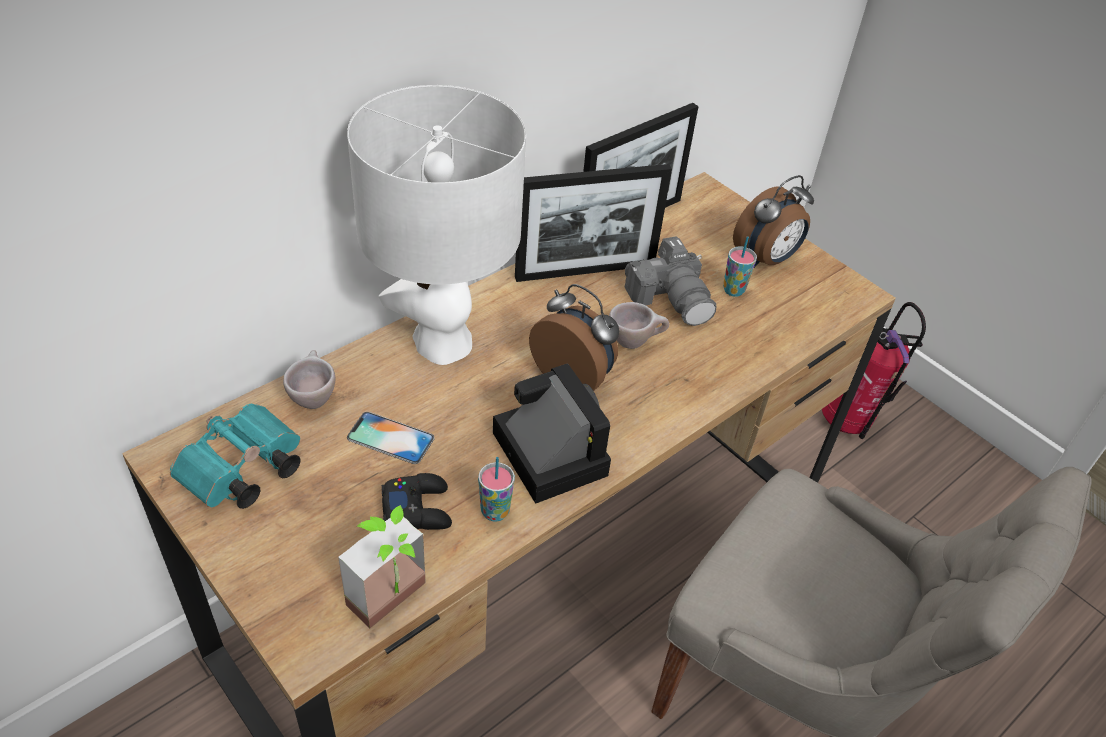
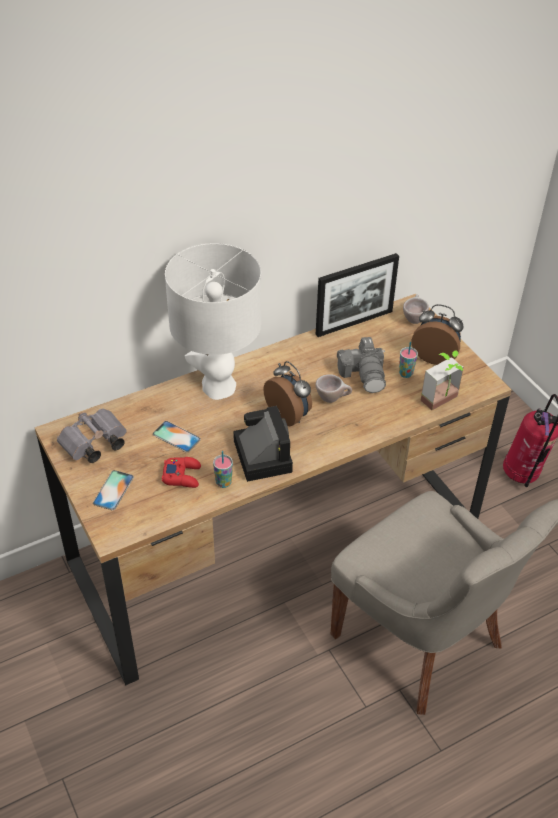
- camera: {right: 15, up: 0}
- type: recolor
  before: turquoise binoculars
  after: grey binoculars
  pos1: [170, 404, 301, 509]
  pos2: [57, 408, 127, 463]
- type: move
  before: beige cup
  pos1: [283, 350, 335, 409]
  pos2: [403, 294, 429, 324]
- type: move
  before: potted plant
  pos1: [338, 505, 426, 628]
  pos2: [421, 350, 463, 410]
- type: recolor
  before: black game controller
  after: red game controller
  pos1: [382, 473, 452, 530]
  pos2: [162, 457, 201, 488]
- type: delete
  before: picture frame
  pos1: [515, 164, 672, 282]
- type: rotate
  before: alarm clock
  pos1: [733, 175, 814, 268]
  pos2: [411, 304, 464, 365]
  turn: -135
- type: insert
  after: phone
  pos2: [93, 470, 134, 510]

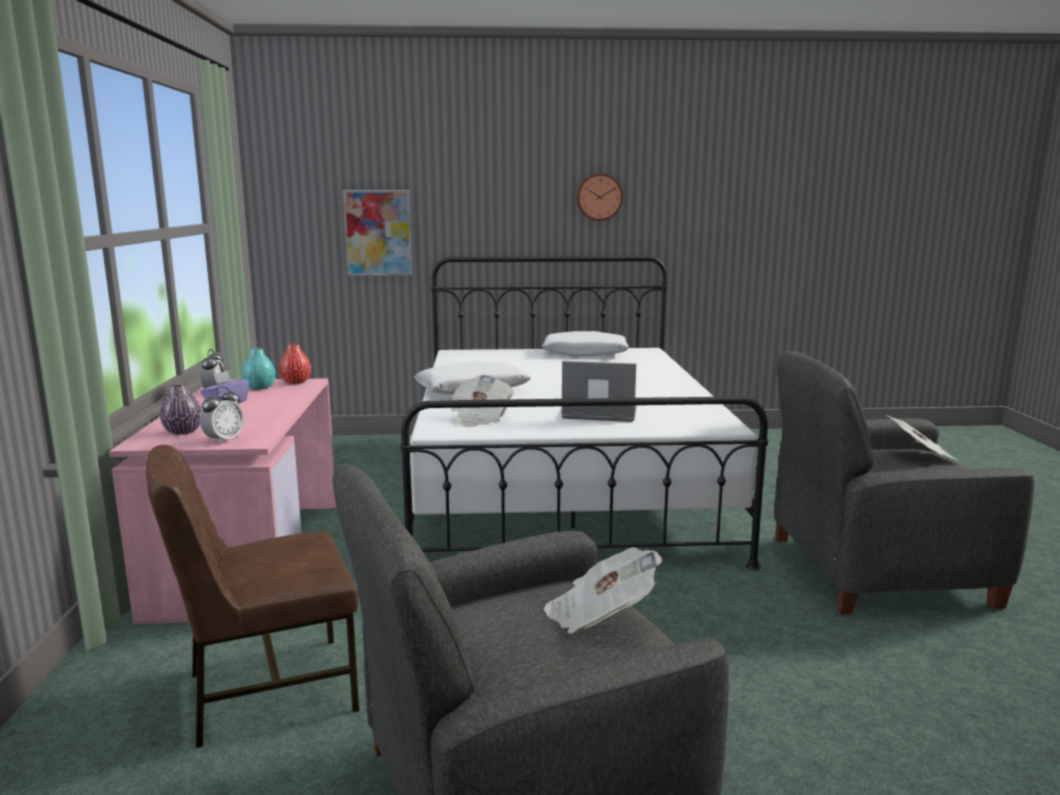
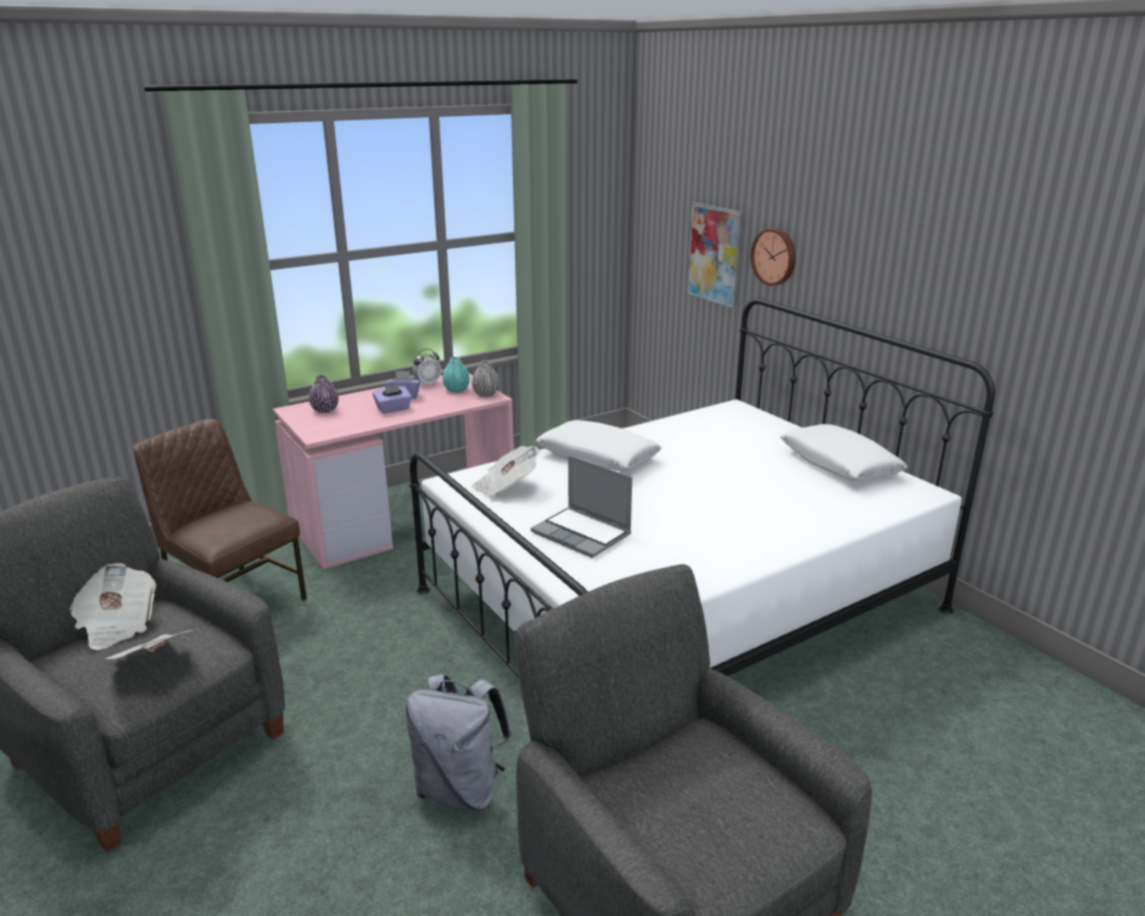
- camera: {right: 60, up: 10}
- type: delete
  before: alarm clock
  pos1: [200, 387, 244, 444]
- type: recolor
  before: red vase
  after: grey vase
  pos1: [279, 344, 311, 384]
  pos2: [472, 360, 499, 397]
- type: rotate
  before: laptop
  pos1: [561, 361, 637, 422]
  pos2: [531, 455, 632, 558]
  turn: 150
- type: move
  before: wall clock
  pos1: [577, 173, 623, 221]
  pos2: [751, 228, 796, 286]
- type: move
  before: newspaper
  pos1: [886, 415, 961, 462]
  pos2: [70, 563, 156, 650]
- type: insert
  after: purple tissue box
  pos2: [373, 384, 412, 413]
- type: insert
  after: grey backpack
  pos2: [405, 674, 512, 810]

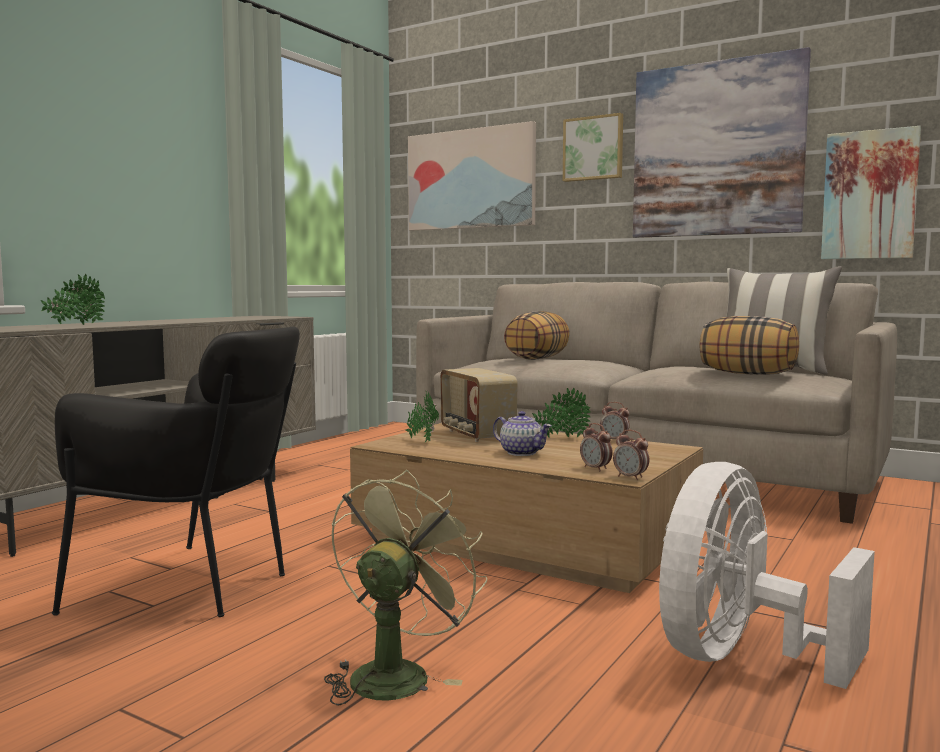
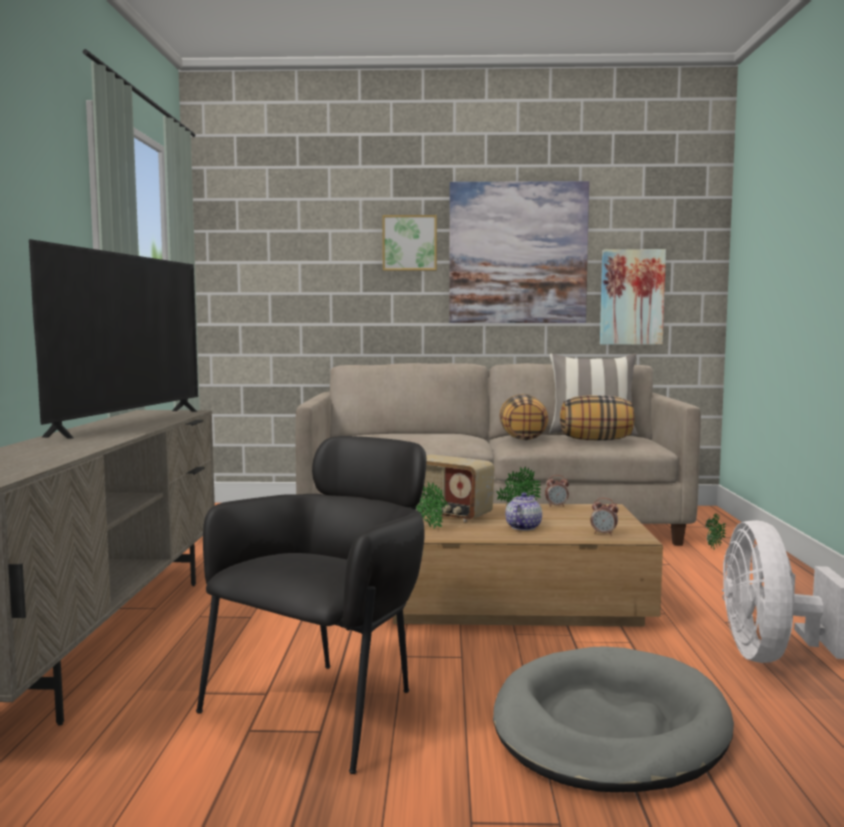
- camera: {right: -30, up: 0}
- type: move
  before: potted plant
  pos1: [41, 274, 105, 325]
  pos2: [705, 512, 726, 549]
- type: rotate
  before: black armchair
  pos1: [52, 326, 300, 617]
  pos2: [196, 436, 426, 774]
  turn: -45
- type: replace
  before: green fan
  after: grey dog bed
  pos1: [324, 470, 488, 705]
  pos2: [493, 646, 734, 792]
- type: delete
  before: picture
  pos1: [408, 121, 536, 231]
- type: rotate
  before: teapot
  pos1: [493, 411, 552, 456]
  pos2: [505, 492, 542, 531]
  turn: -75
- type: move
  before: pillow
  pos1: [504, 311, 570, 360]
  pos2: [499, 394, 548, 440]
- type: delete
  before: alarm clock
  pos1: [613, 430, 649, 480]
- type: insert
  after: television
  pos2: [29, 239, 198, 439]

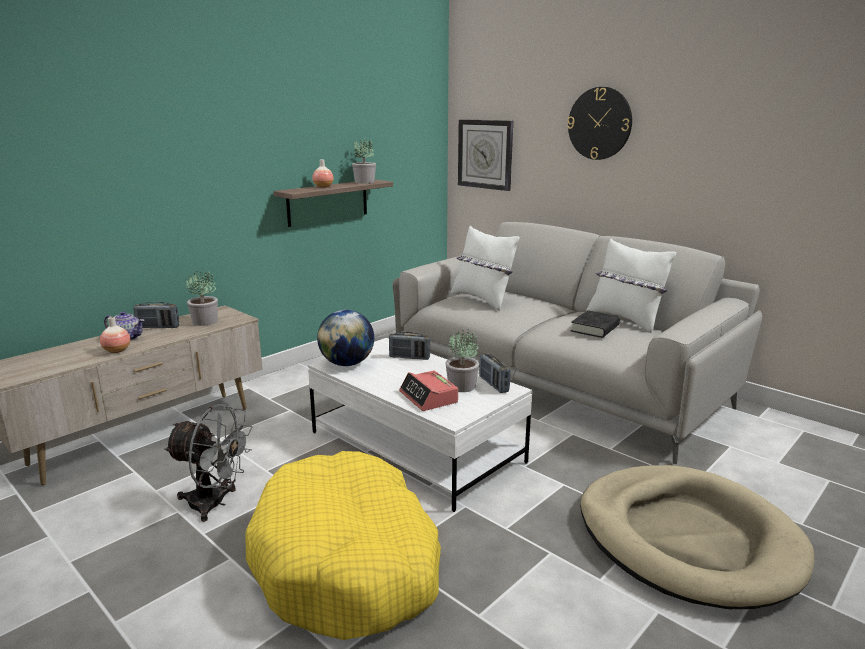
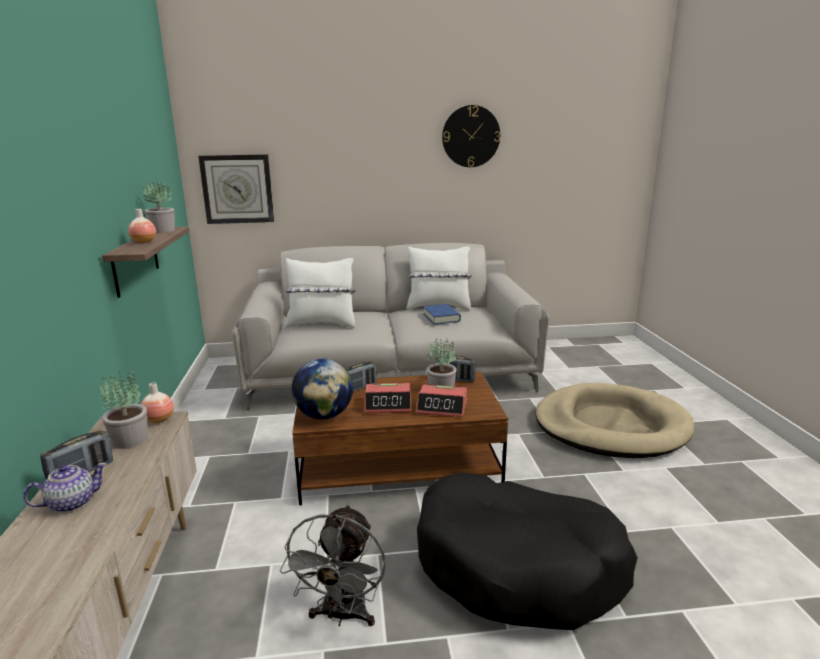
- camera: {right: -50, up: 0}
- type: move
  before: vase
  pos1: [100, 317, 130, 353]
  pos2: [141, 383, 174, 423]
- type: rotate
  before: grey fan
  pos1: [164, 404, 252, 522]
  pos2: [280, 504, 386, 626]
  turn: 135
- type: recolor
  before: yellow dog bed
  after: black dog bed
  pos1: [245, 451, 441, 640]
  pos2: [417, 473, 638, 630]
- type: recolor
  before: white coffee table
  after: brown coffee table
  pos1: [308, 338, 532, 512]
  pos2: [292, 372, 508, 505]
- type: move
  before: wall clock
  pos1: [567, 87, 632, 160]
  pos2: [442, 105, 500, 167]
- type: recolor
  before: black book
  after: blue book
  pos1: [571, 310, 620, 338]
  pos2: [423, 304, 461, 325]
- type: insert
  after: alarm clock
  pos2: [365, 383, 411, 413]

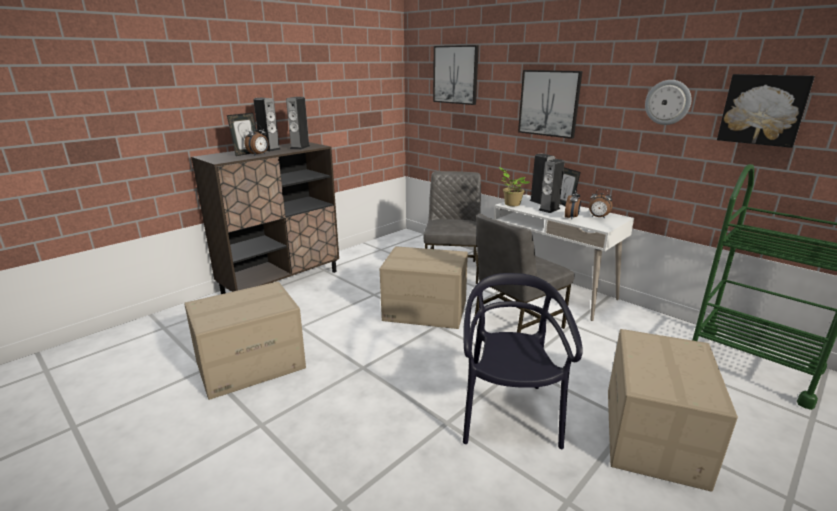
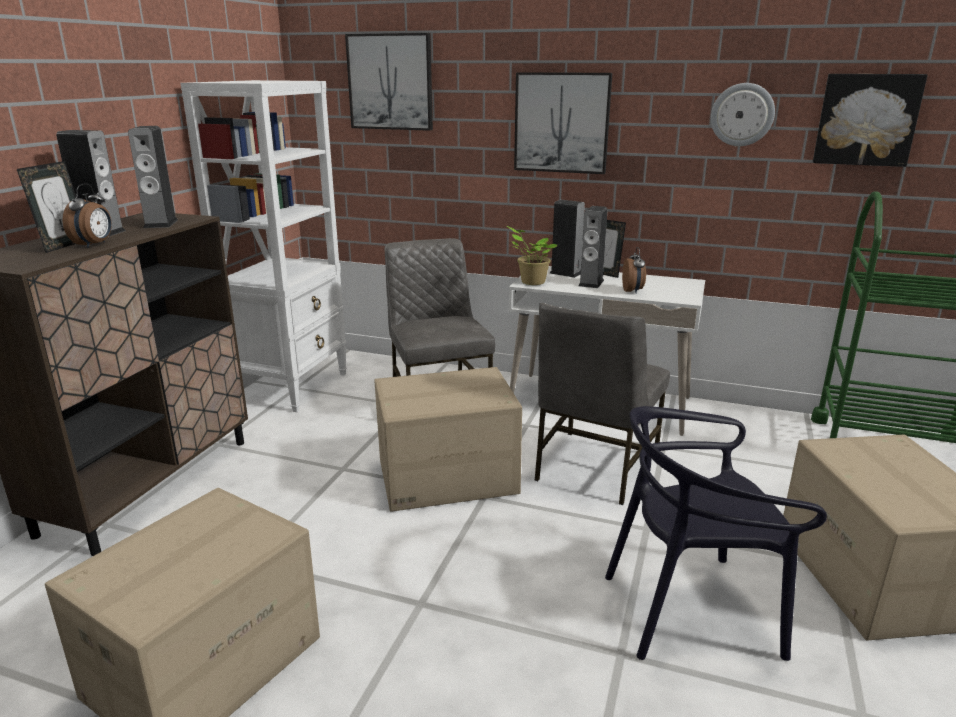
- camera: {right: -25, up: 0}
- type: rotate
  before: black chair
  pos1: [463, 273, 583, 449]
  pos2: [605, 406, 827, 661]
  turn: -75
- type: delete
  before: alarm clock
  pos1: [589, 189, 613, 219]
- type: insert
  after: white bookcase
  pos2: [181, 80, 347, 412]

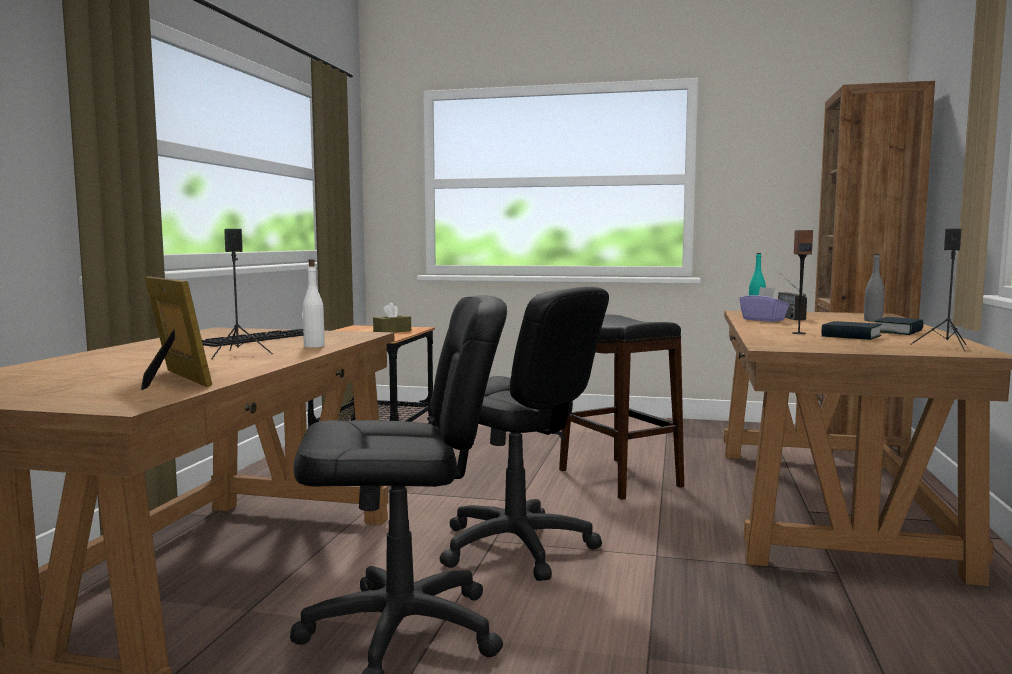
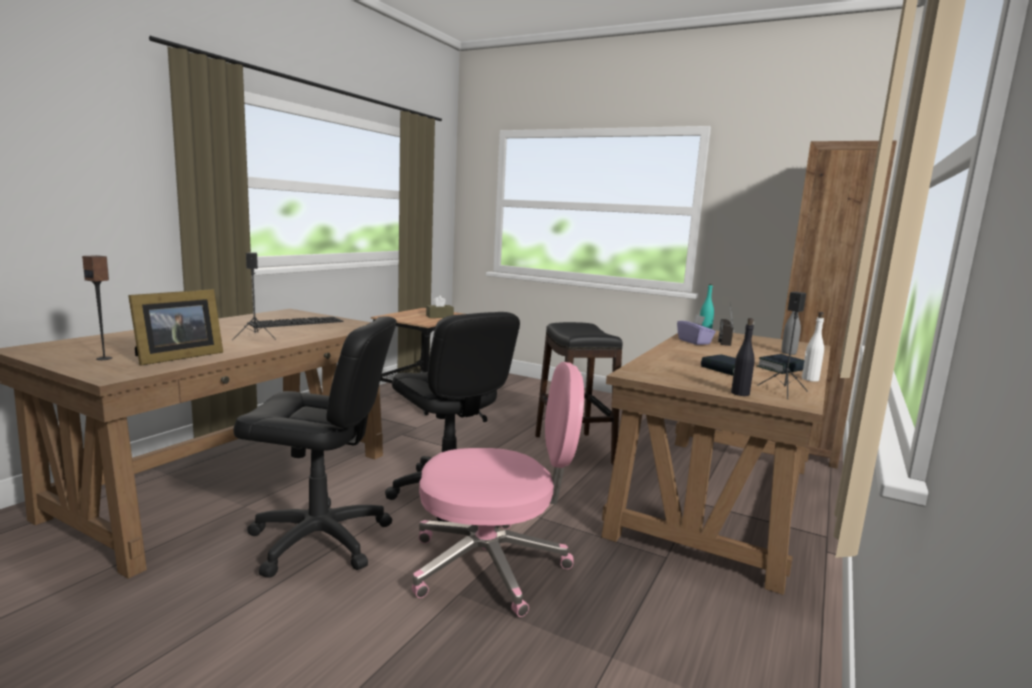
- camera: {right: 15, up: 5}
- type: rotate
  before: picture frame
  pos1: [141, 276, 212, 390]
  pos2: [128, 289, 223, 366]
  turn: 60
- type: move
  before: white bottle
  pos1: [302, 259, 325, 348]
  pos2: [802, 312, 824, 382]
- type: move
  before: speaker
  pos1: [792, 230, 813, 334]
  pos2: [82, 255, 112, 360]
- type: insert
  after: pink office chair
  pos2: [412, 362, 584, 617]
- type: insert
  after: black bottle
  pos2: [731, 318, 755, 396]

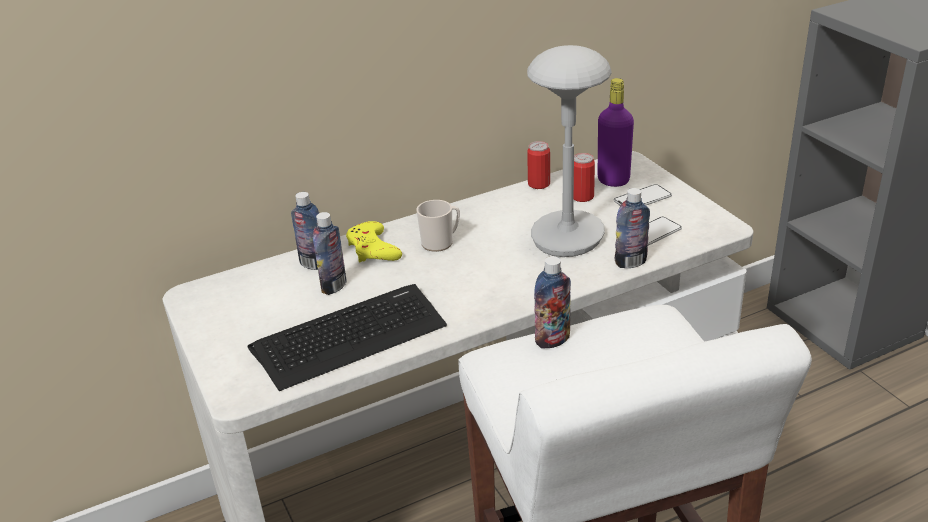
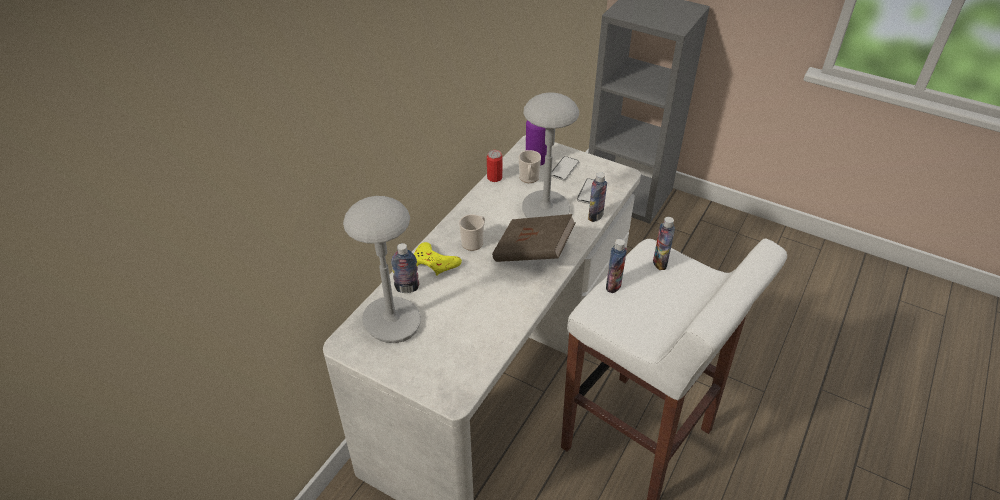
- camera: {right: -35, up: 10}
- type: delete
  before: keyboard
  pos1: [248, 284, 447, 391]
- type: move
  before: bottle
  pos1: [313, 212, 347, 295]
  pos2: [653, 217, 675, 270]
- type: replace
  before: can
  after: mug
  pos1: [574, 153, 595, 202]
  pos2: [519, 150, 541, 183]
- type: insert
  after: grey table lamp
  pos2: [343, 196, 421, 343]
- type: insert
  after: brown book
  pos2: [492, 214, 576, 262]

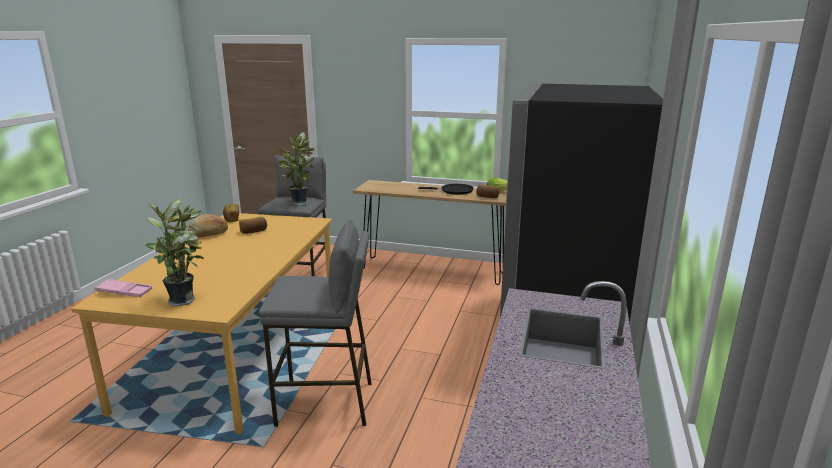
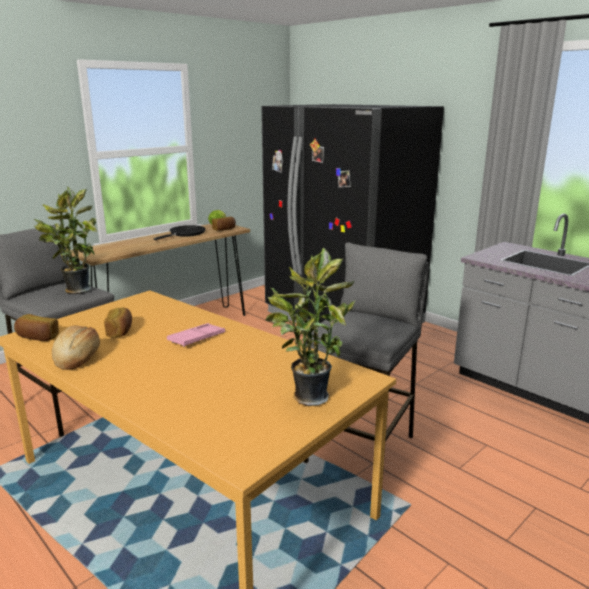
- camera: {right: -60, up: 0}
- type: move
  before: pink tray
  pos1: [94, 279, 152, 297]
  pos2: [167, 323, 225, 347]

